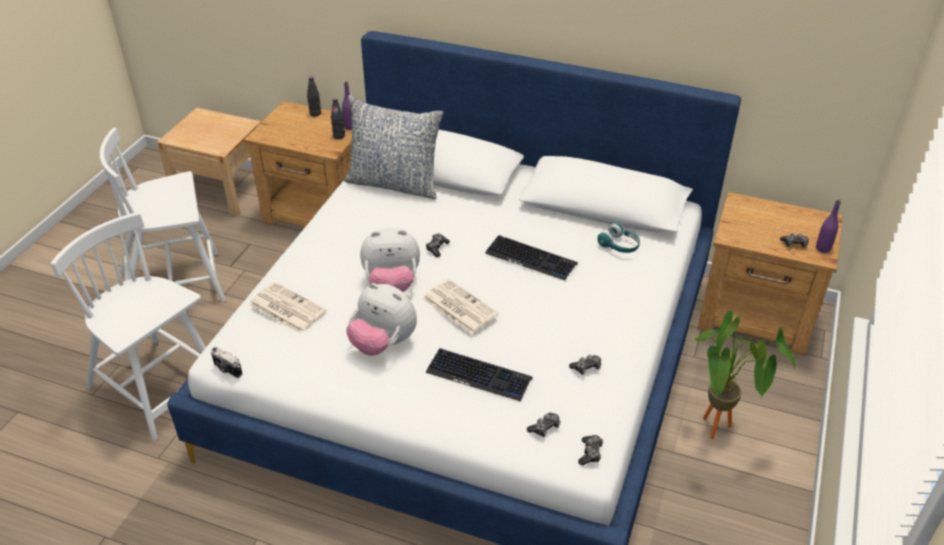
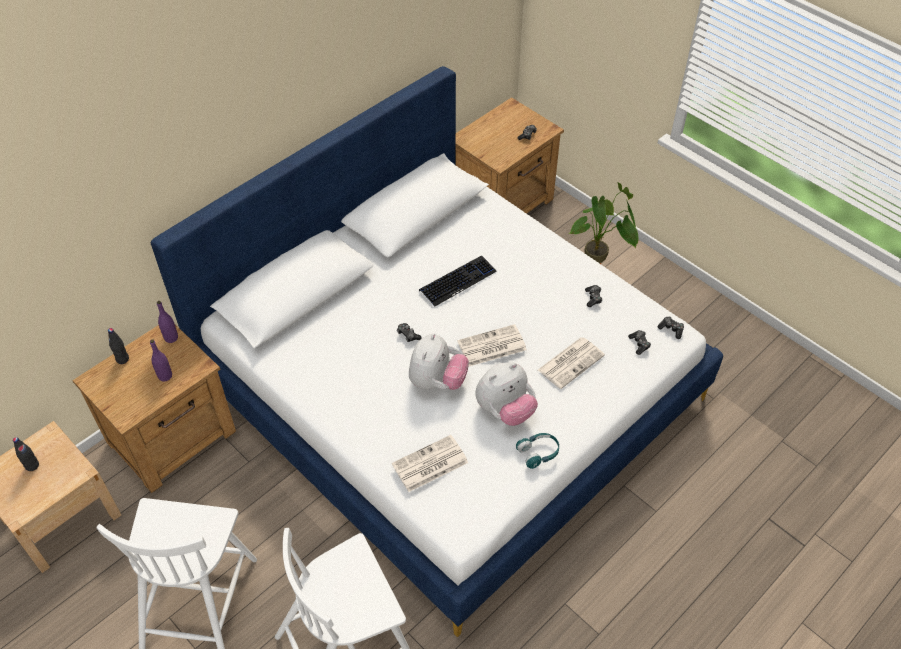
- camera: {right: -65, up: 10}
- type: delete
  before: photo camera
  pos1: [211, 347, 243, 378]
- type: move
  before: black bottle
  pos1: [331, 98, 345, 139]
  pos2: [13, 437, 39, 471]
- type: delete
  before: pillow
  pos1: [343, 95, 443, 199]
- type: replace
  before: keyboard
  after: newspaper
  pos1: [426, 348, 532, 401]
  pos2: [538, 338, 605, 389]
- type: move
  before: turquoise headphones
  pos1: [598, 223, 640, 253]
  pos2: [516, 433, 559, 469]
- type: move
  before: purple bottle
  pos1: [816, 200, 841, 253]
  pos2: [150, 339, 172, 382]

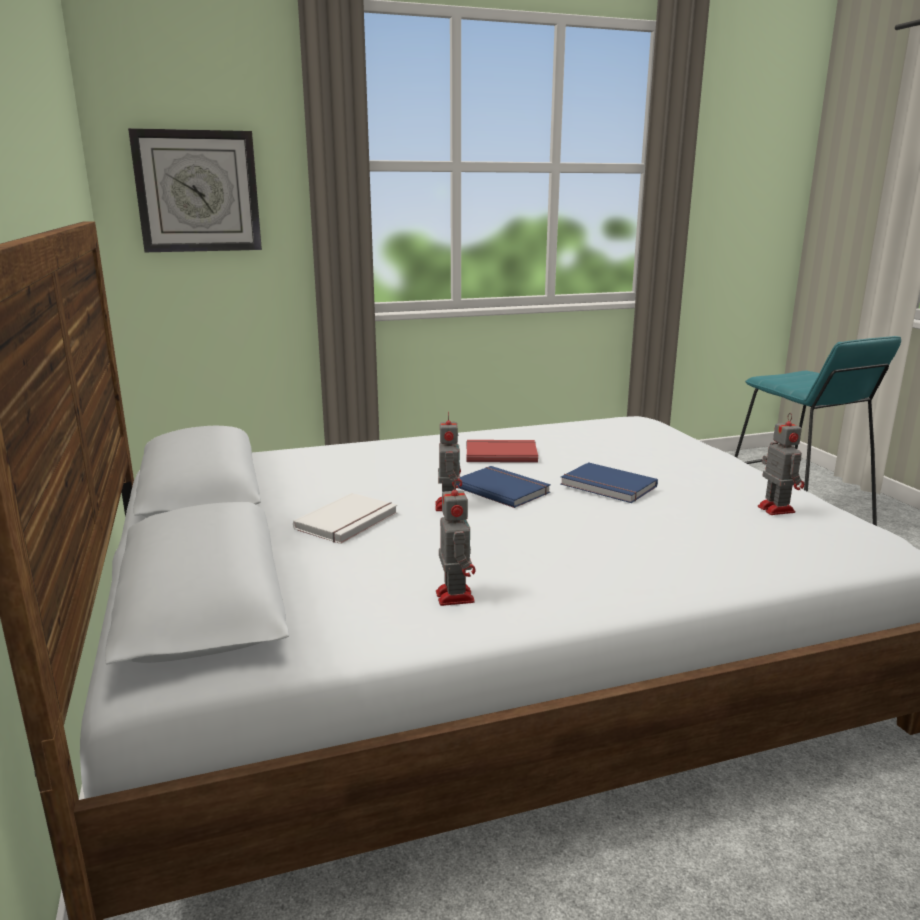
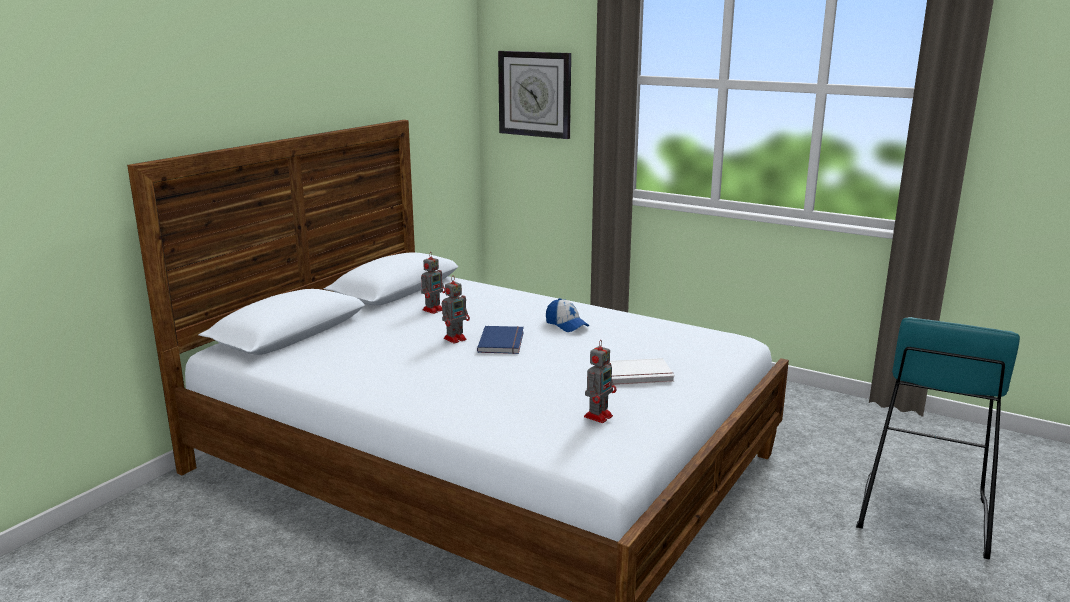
- camera: {right: 50, up: 0}
- type: move
  before: white book
  pos1: [293, 493, 398, 544]
  pos2: [609, 358, 675, 385]
- type: move
  before: toy robot
  pos1: [436, 479, 476, 606]
  pos2: [421, 253, 445, 314]
- type: replace
  before: red book
  after: cap
  pos1: [467, 440, 538, 463]
  pos2: [546, 298, 590, 332]
- type: delete
  before: blue book
  pos1: [561, 462, 658, 503]

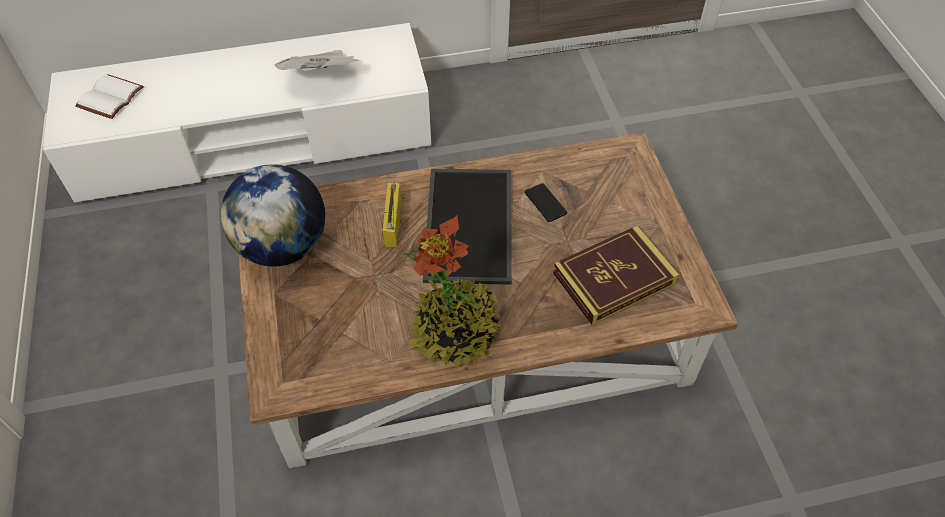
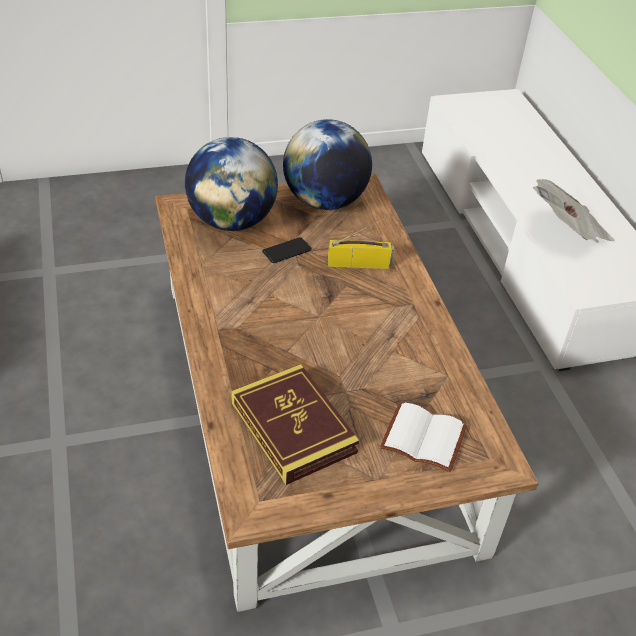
- camera: {right: 85, up: -10}
- type: move
  before: white book
  pos1: [75, 74, 144, 119]
  pos2: [380, 403, 467, 472]
- type: delete
  before: potted plant
  pos1: [405, 215, 502, 368]
- type: delete
  before: tray
  pos1: [423, 169, 512, 285]
- type: move
  before: phone
  pos1: [525, 183, 567, 222]
  pos2: [262, 237, 312, 263]
- type: insert
  after: globe
  pos2: [185, 137, 278, 231]

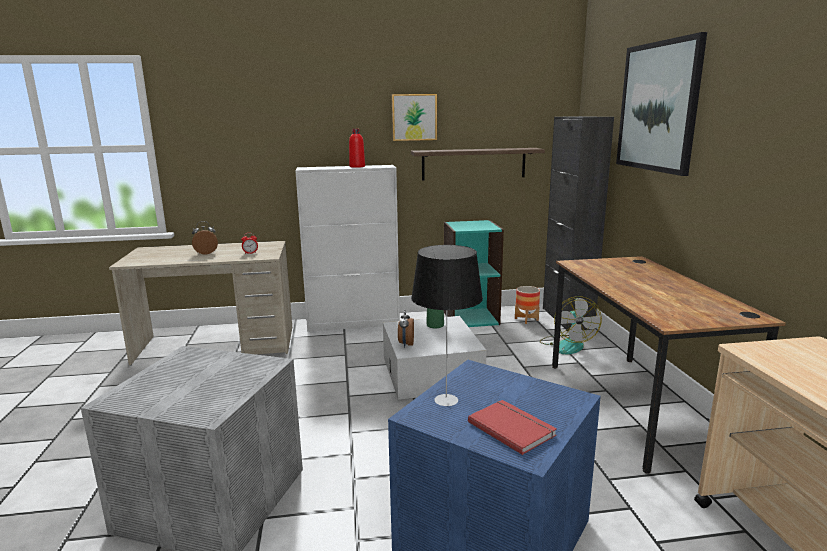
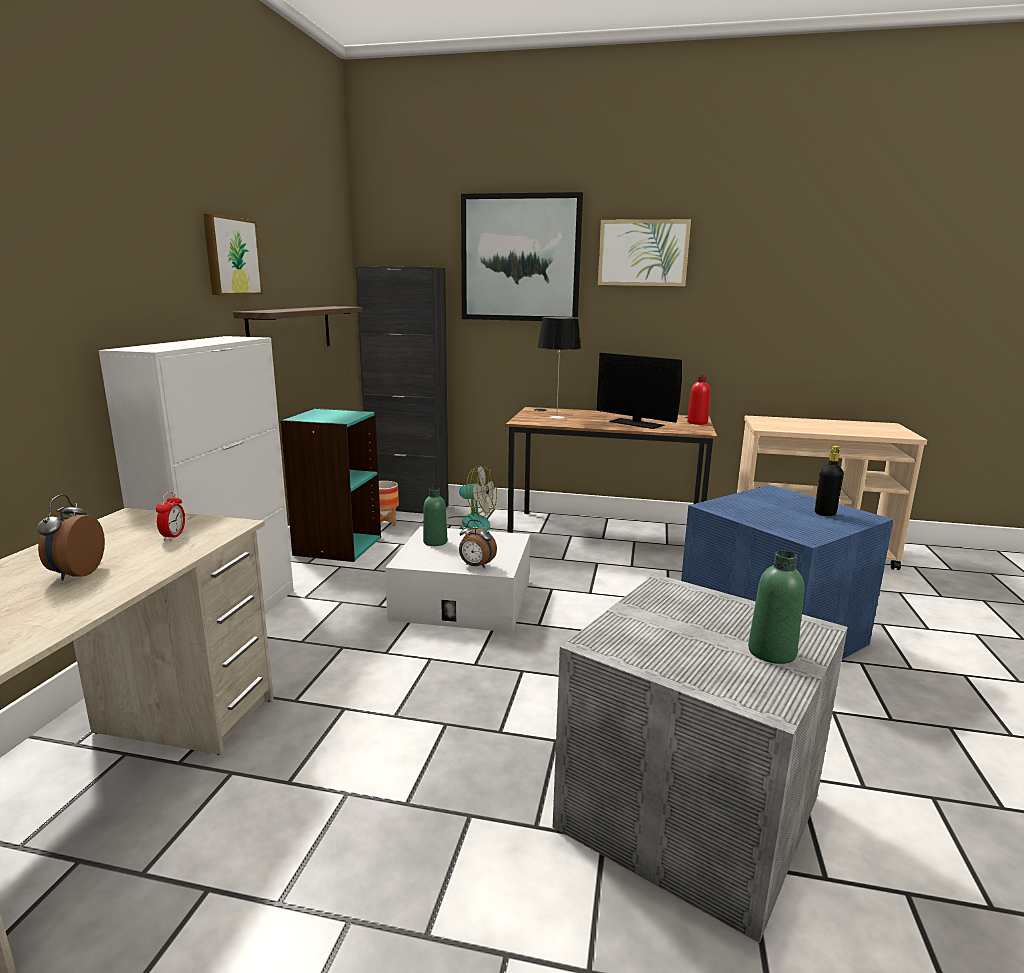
- camera: {right: -70, up: 0}
- type: move
  before: red bottle
  pos1: [349, 129, 365, 168]
  pos2: [687, 375, 710, 425]
- type: move
  before: table lamp
  pos1: [411, 245, 483, 406]
  pos2: [538, 317, 581, 419]
- type: replace
  before: red book
  after: black bottle
  pos1: [468, 400, 557, 455]
  pos2: [815, 446, 844, 516]
- type: insert
  after: monitor
  pos2: [597, 353, 682, 429]
- type: insert
  after: picture
  pos2: [598, 219, 691, 286]
- type: insert
  after: green bottle
  pos2: [748, 551, 805, 664]

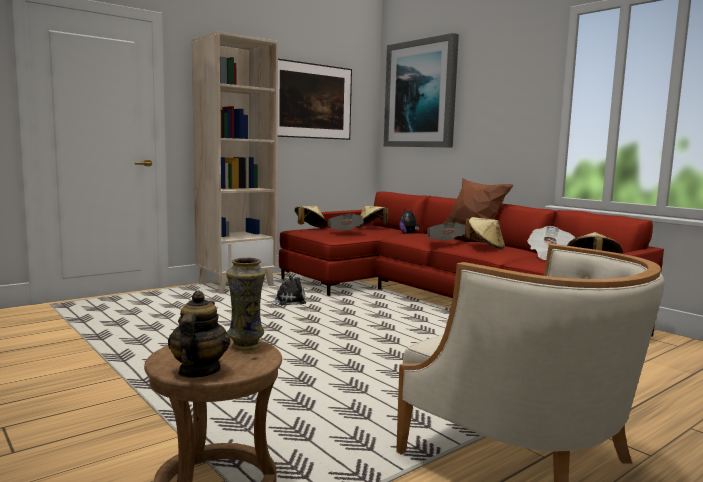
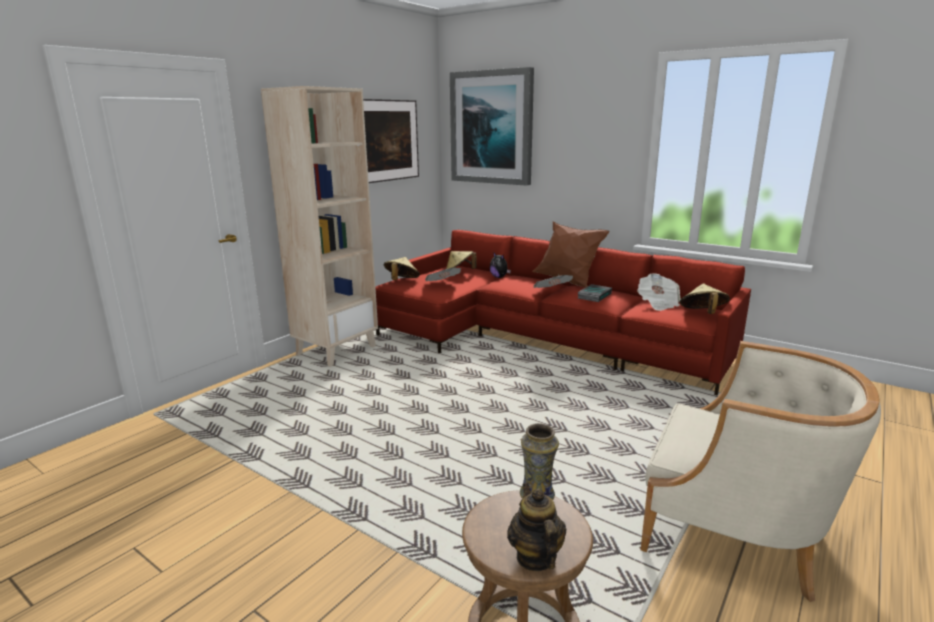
- camera: {right: -15, up: 10}
- type: delete
  before: plush toy
  pos1: [266, 276, 306, 305]
- type: replace
  before: beige hat
  after: book
  pos1: [465, 217, 505, 249]
  pos2: [578, 284, 612, 302]

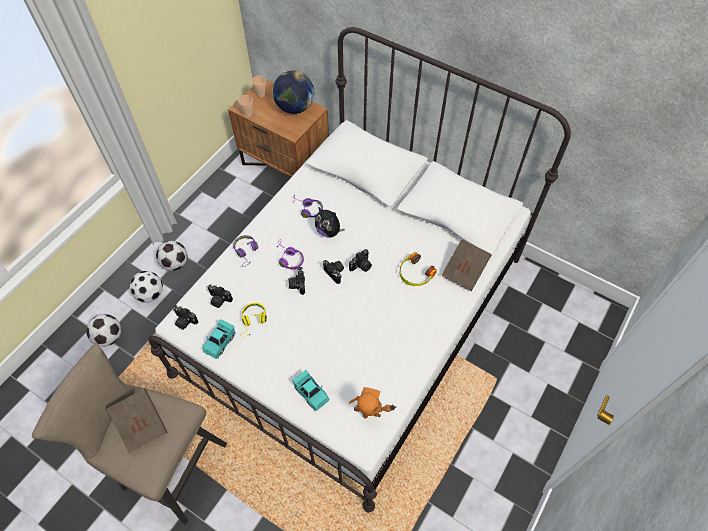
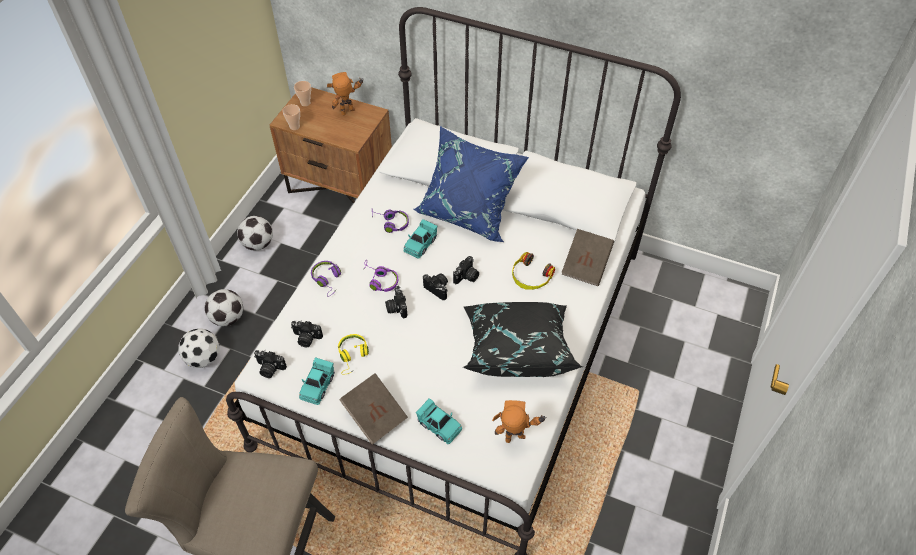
- camera: {right: -10, up: -5}
- type: move
  before: football
  pos1: [86, 314, 121, 347]
  pos2: [237, 216, 273, 250]
- type: move
  before: brown book
  pos1: [107, 389, 168, 454]
  pos2: [339, 373, 408, 445]
- type: replace
  before: globe
  after: toy robot
  pos1: [273, 71, 314, 114]
  pos2: [327, 72, 364, 115]
- type: replace
  before: plush toy
  after: turquoise toy car
  pos1: [315, 207, 345, 238]
  pos2: [403, 219, 437, 259]
- type: insert
  after: blue pillow
  pos2: [414, 126, 529, 242]
- type: insert
  after: black pillow
  pos2: [462, 302, 583, 377]

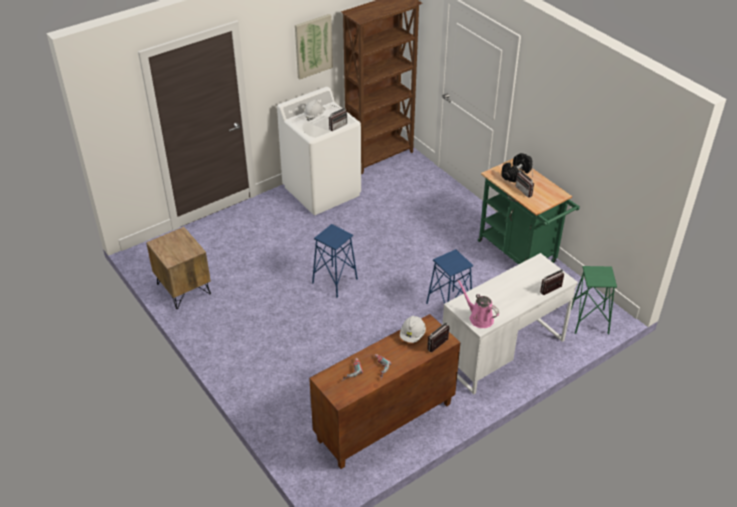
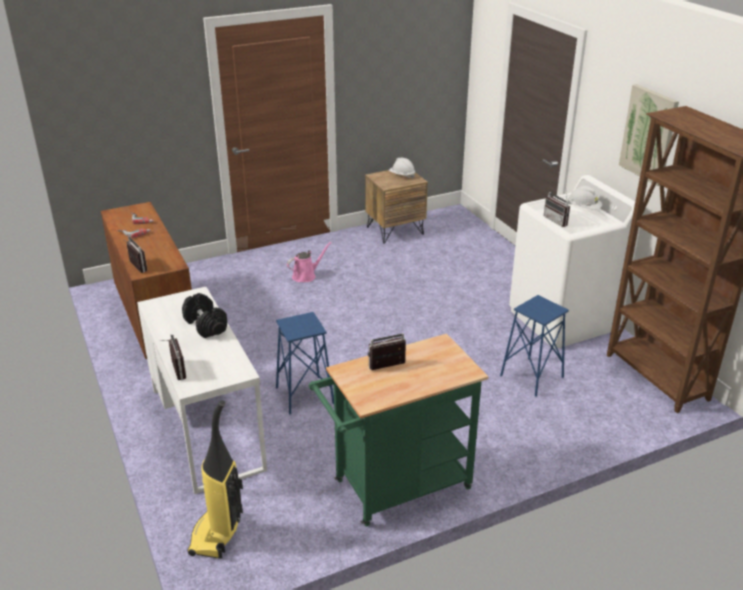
- camera: {right: 100, up: -10}
- type: move
  before: blue stool
  pos1: [312, 224, 358, 297]
  pos2: [500, 295, 569, 397]
- type: move
  before: white hard hat
  pos1: [400, 316, 426, 343]
  pos2: [389, 158, 415, 178]
- type: move
  before: pink watering can
  pos1: [457, 280, 499, 328]
  pos2: [287, 242, 332, 282]
- type: move
  before: black dumbbell
  pos1: [501, 153, 532, 183]
  pos2: [182, 293, 227, 338]
- type: replace
  before: green stool
  after: vacuum cleaner
  pos1: [571, 266, 617, 334]
  pos2: [188, 400, 243, 559]

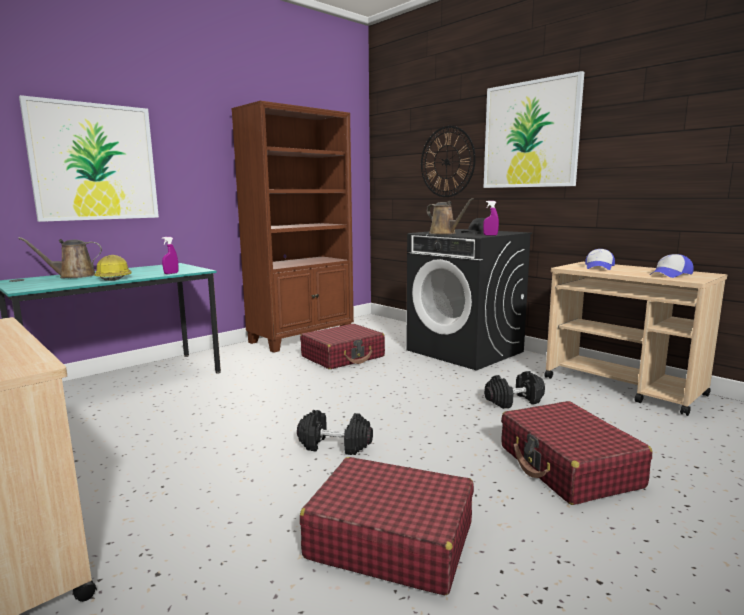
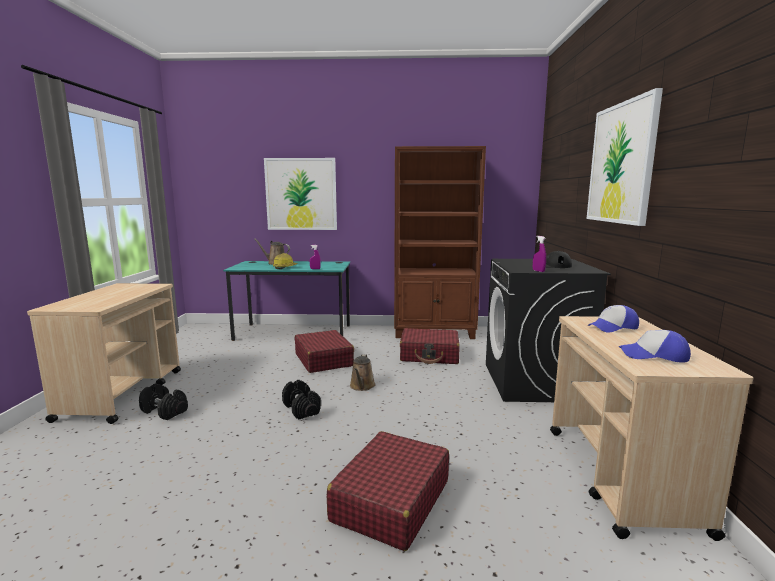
- camera: {right: 45, up: 0}
- type: move
  before: red suitcase
  pos1: [300, 457, 474, 595]
  pos2: [295, 330, 354, 373]
- type: delete
  before: wall clock
  pos1: [421, 126, 476, 197]
- type: move
  before: brown watering can
  pos1: [427, 198, 474, 235]
  pos2: [350, 354, 376, 391]
- type: move
  before: black dumbbell
  pos1: [484, 371, 545, 409]
  pos2: [139, 384, 188, 420]

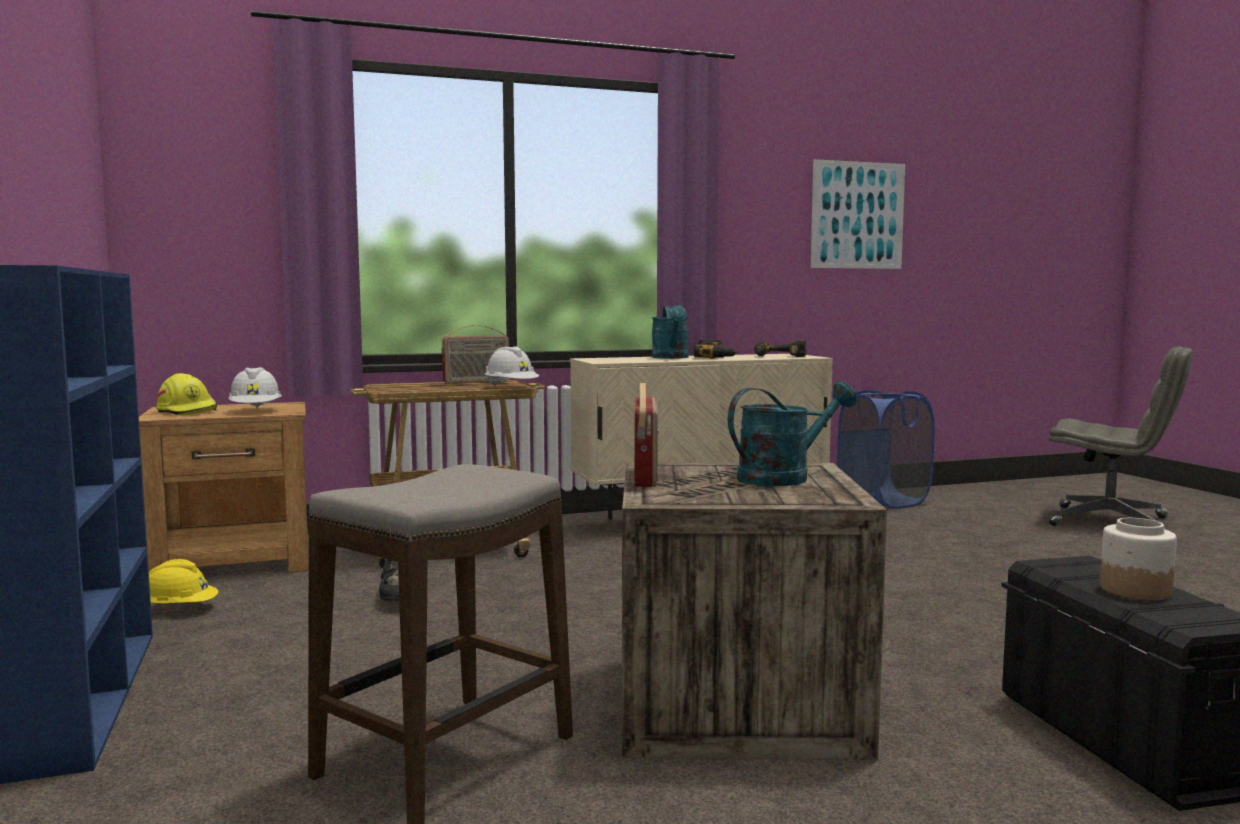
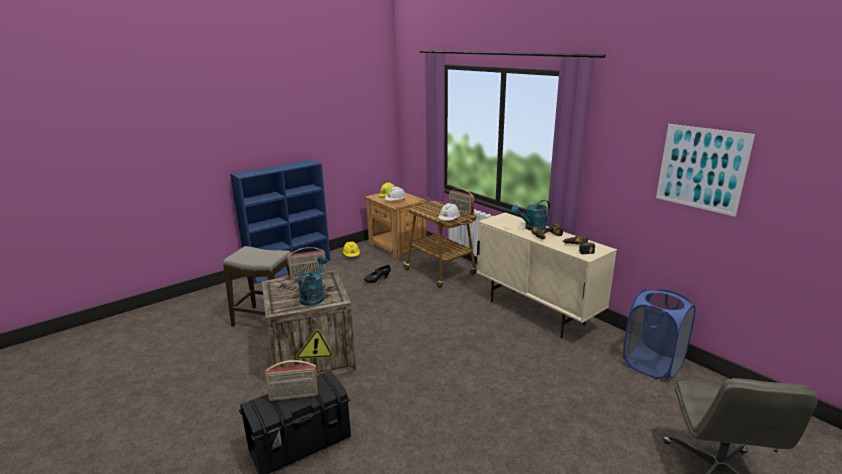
- camera: {right: 70, up: 15}
- type: rotate
  before: turquoise watering can
  pos1: [728, 381, 857, 486]
  pos2: [298, 257, 327, 306]
  turn: -120
- type: replace
  before: jar
  after: radio
  pos1: [1100, 518, 1177, 600]
  pos2: [265, 360, 318, 401]

